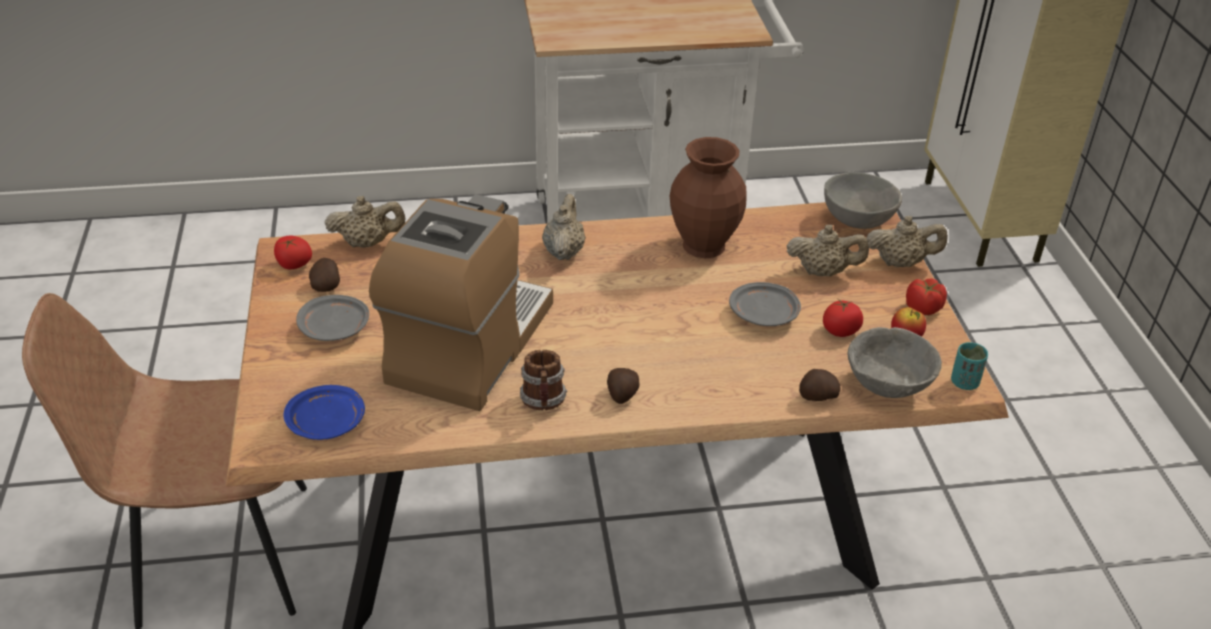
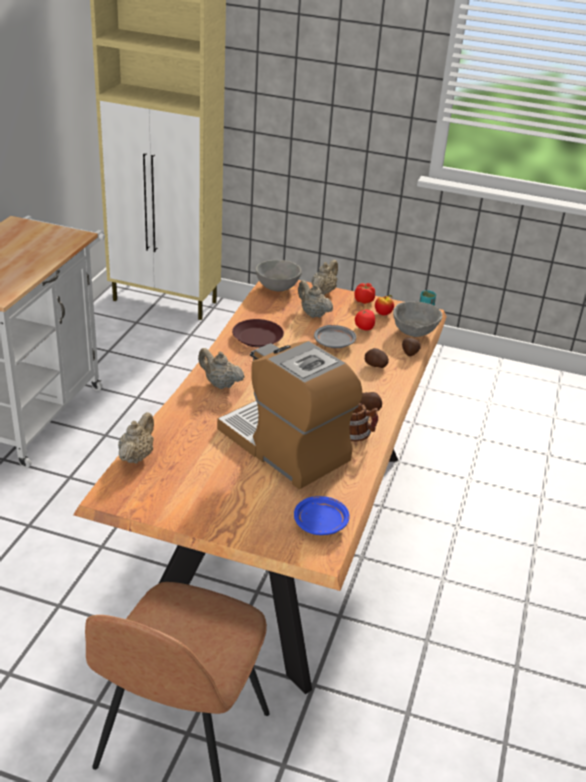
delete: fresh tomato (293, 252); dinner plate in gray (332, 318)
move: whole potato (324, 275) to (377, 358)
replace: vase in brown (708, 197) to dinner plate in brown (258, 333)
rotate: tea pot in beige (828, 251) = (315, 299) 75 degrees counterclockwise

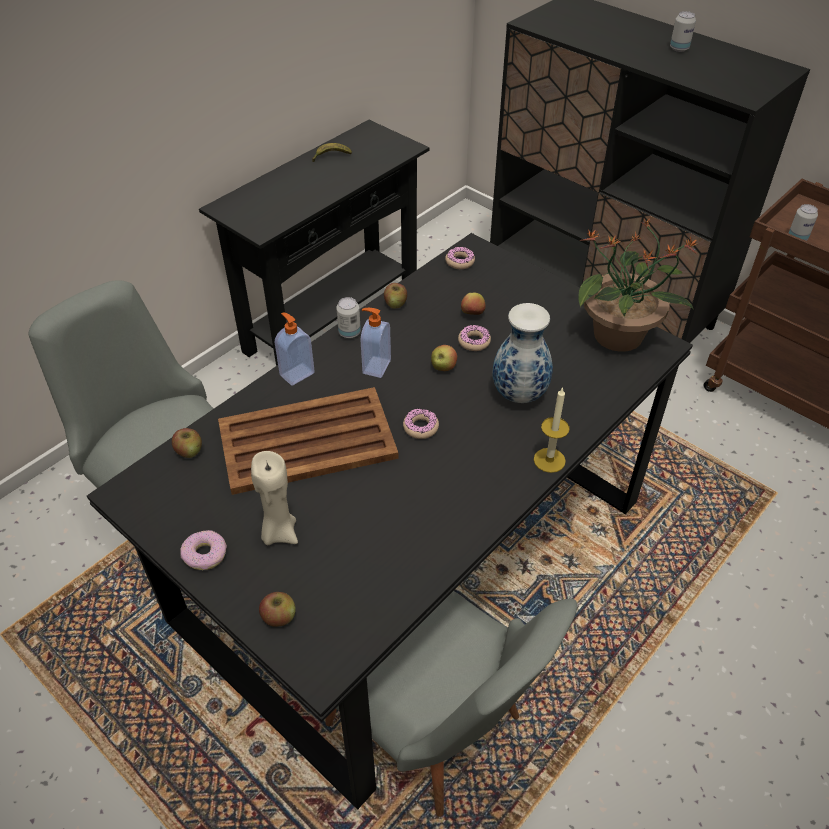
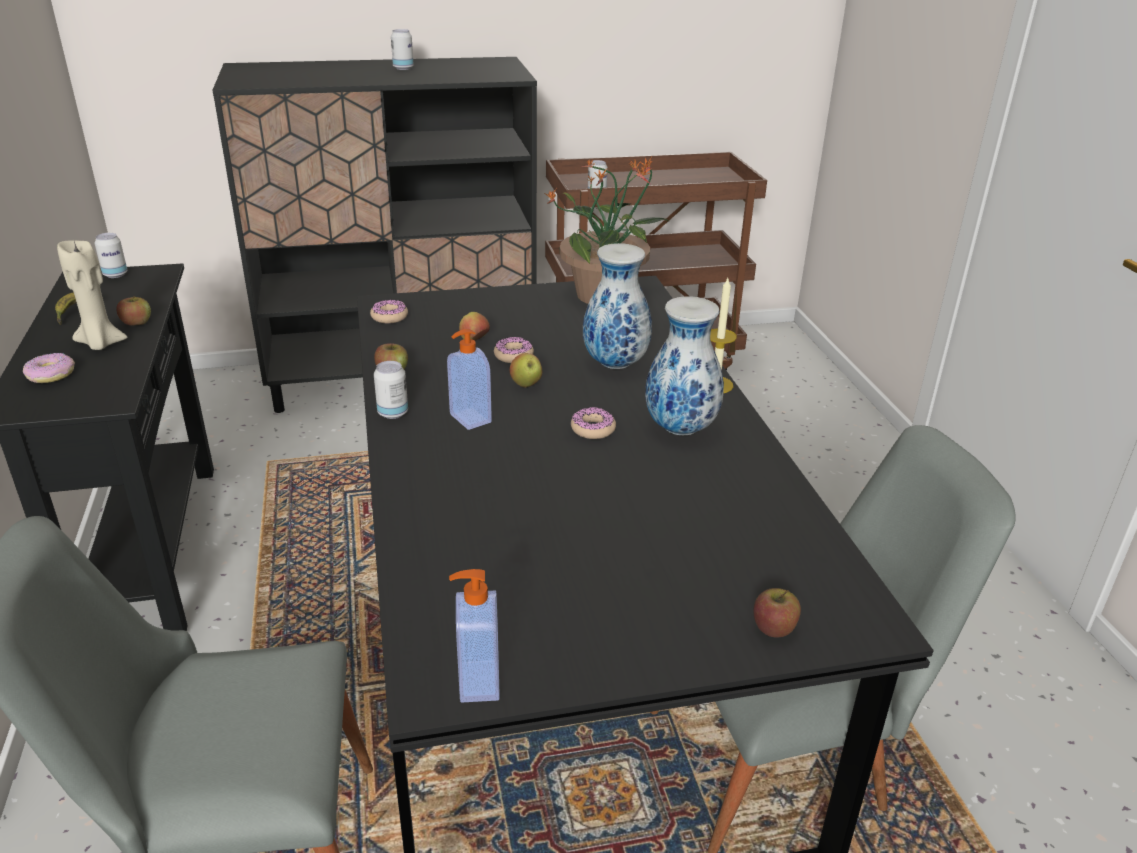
delete: tray in brown (308, 441)
insert: sealed can (111, 255); vase (684, 365)
move: soap dispenser (295, 349) to (474, 636); whole apple (187, 443) to (133, 311); candle in beige (274, 498) to (92, 295); ring doughnut (203, 550) to (49, 368)

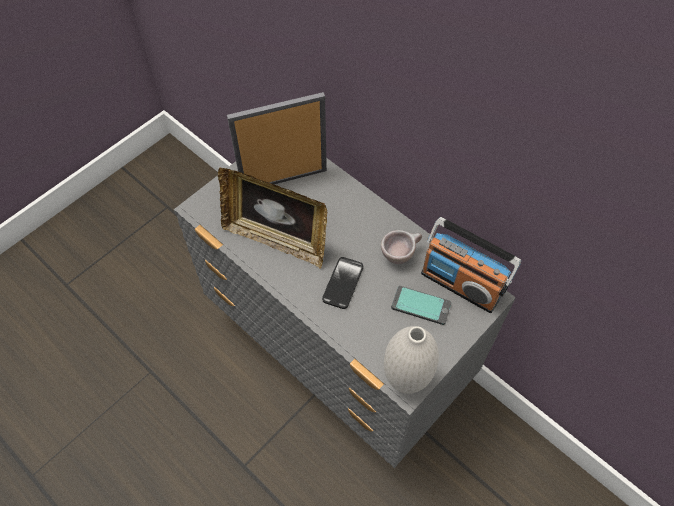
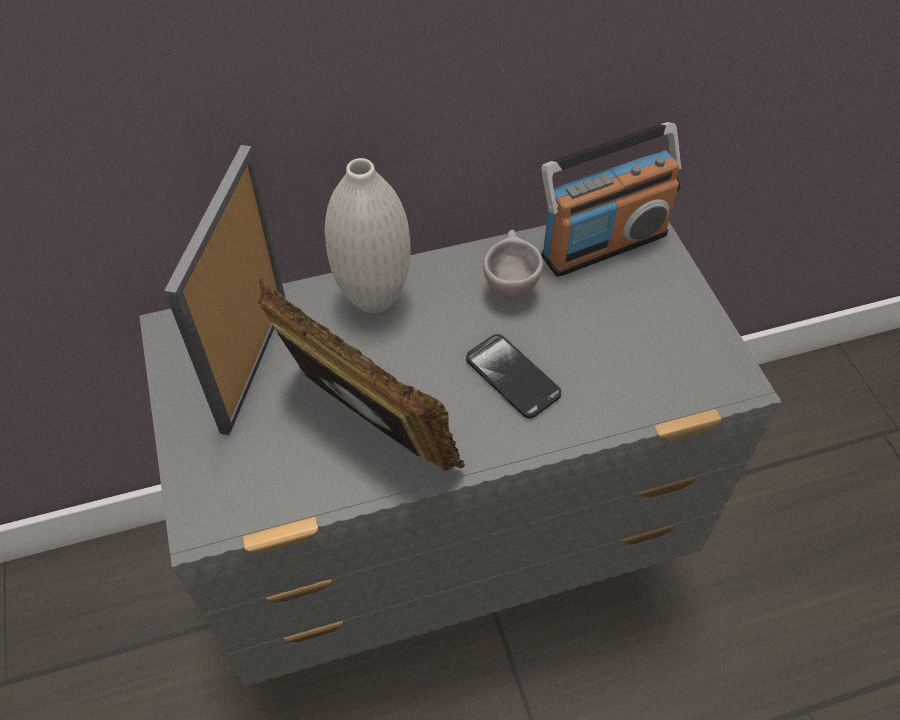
delete: telephone (421, 305)
move: vase in white-coloured (411, 360) to (368, 235)
rotate: picture frame (272, 218) = (361, 374) 105 degrees counterclockwise

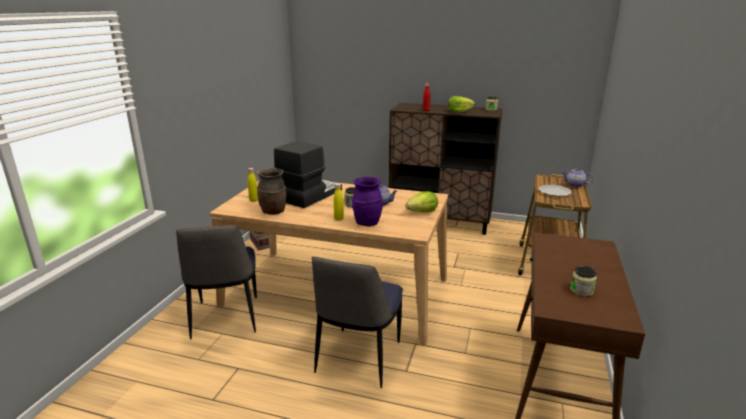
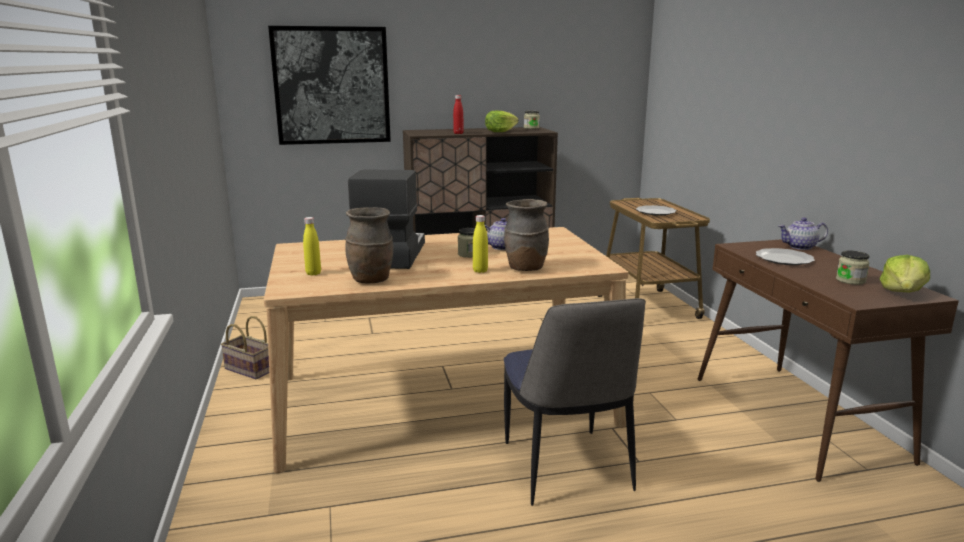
delete: plain chair (216, 282)
insert: wall art (329, 85); dinner plate (785, 256)
move: tea pot (577, 177) to (803, 233); lettuce head (421, 202) to (904, 274)
recolor: vase in purple (367, 201) to vase in brown (526, 235)

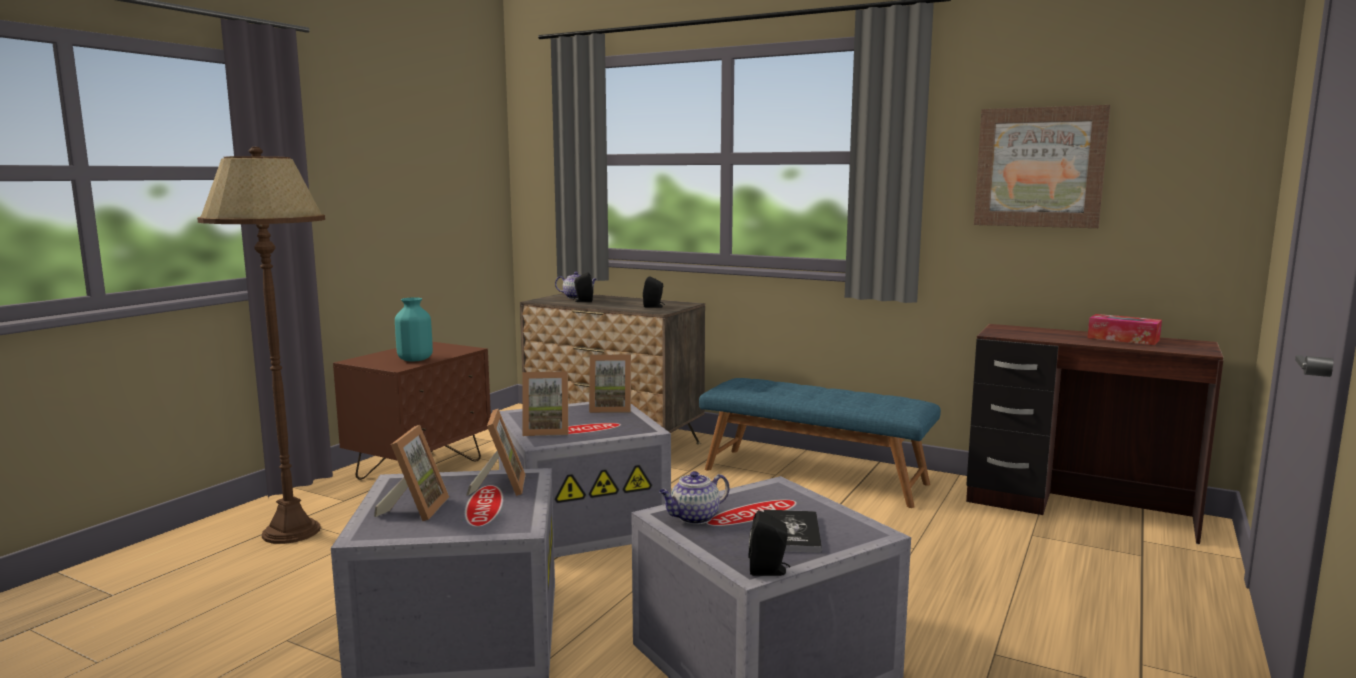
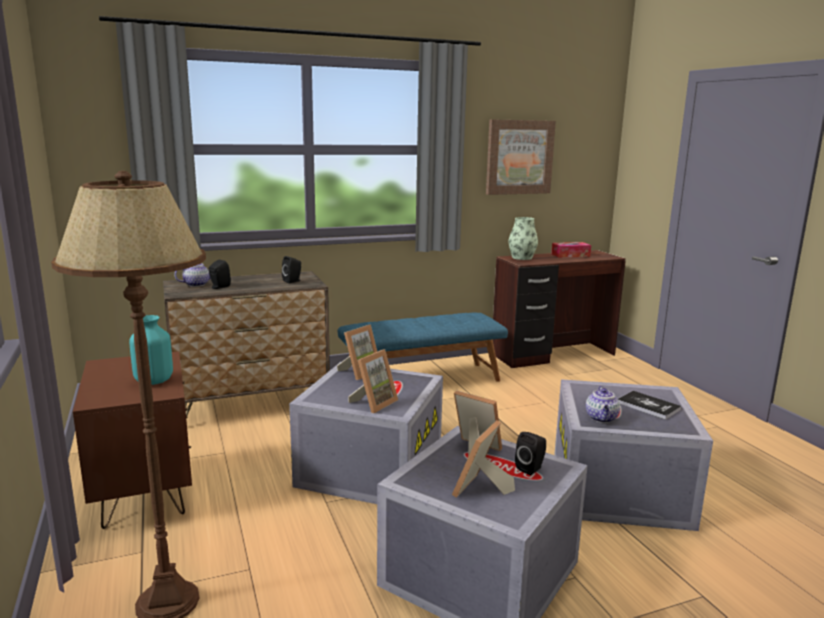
insert: vase (523, 238)
move: speaker in black (769, 543) to (530, 453)
rotate: picture frame (411, 473) = (483, 459) 105 degrees counterclockwise

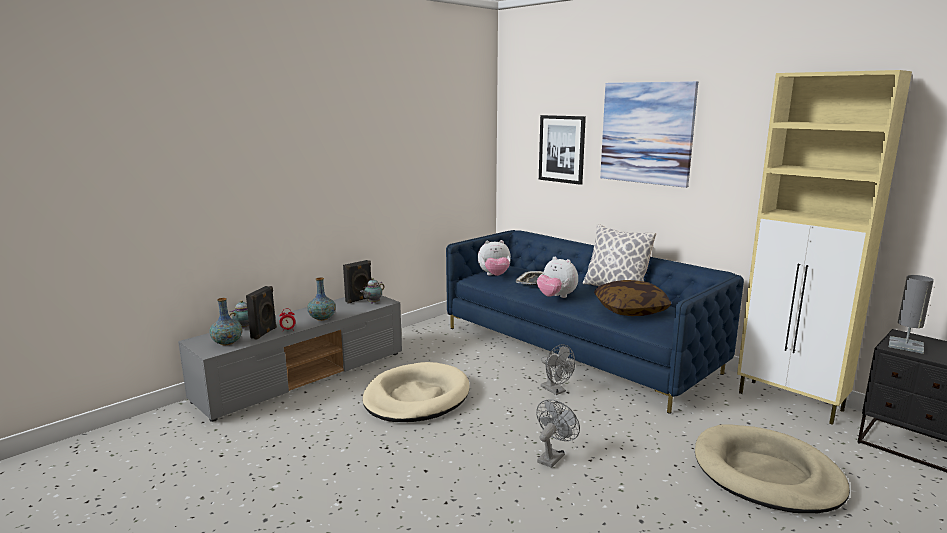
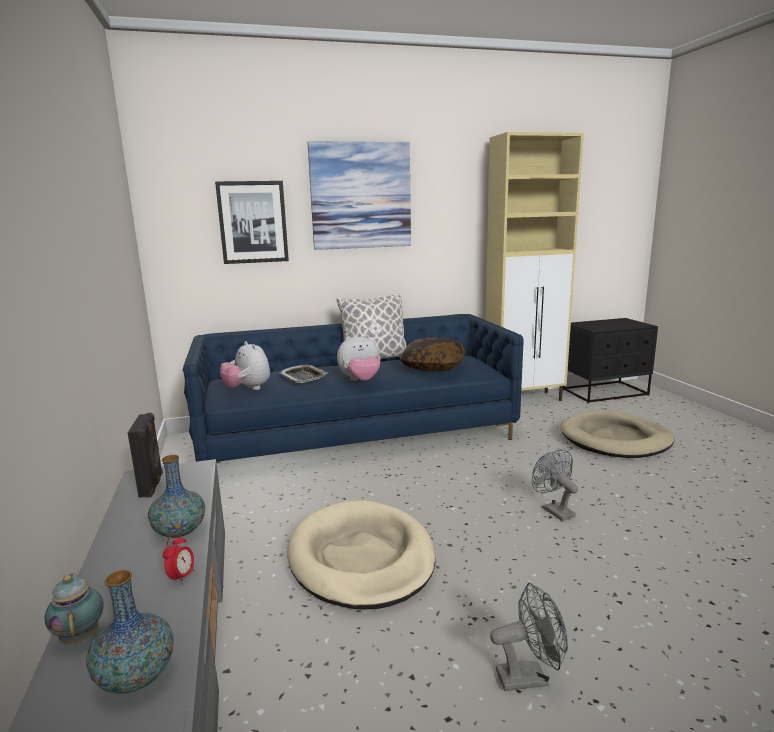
delete: table lamp in gray (911, 314); tea pot (372, 291); speaker in black (261, 313)
move: fan in gray (558, 369) to (529, 637)
rotate: cuddly toy (494, 258) = (245, 365) 120 degrees clockwise

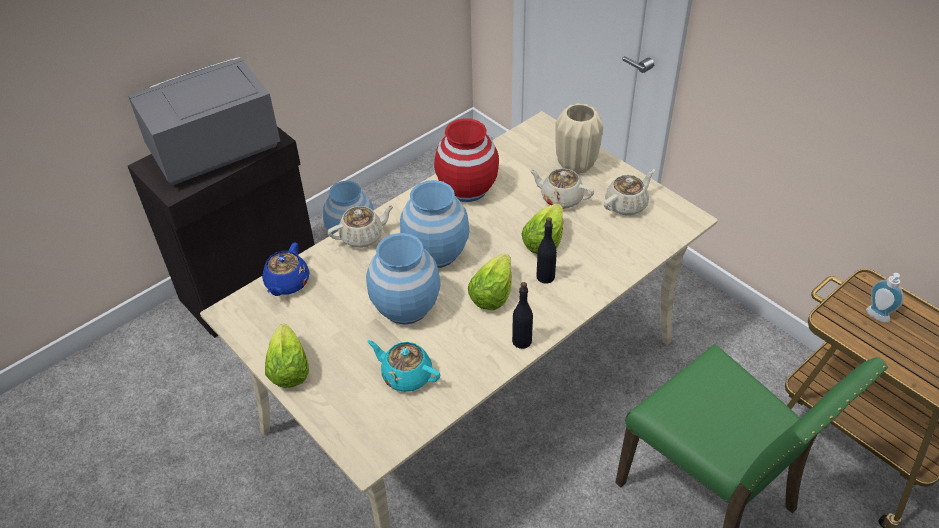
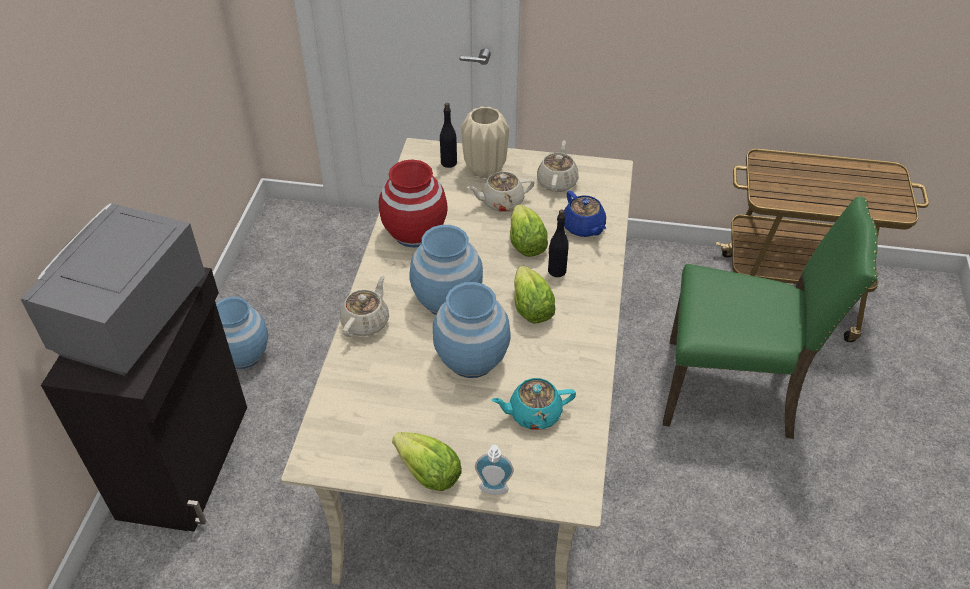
move: tea pot in bluish (286, 269) to (585, 214); soap dispenser (885, 298) to (494, 470); drink bottle in black (522, 315) to (448, 135)

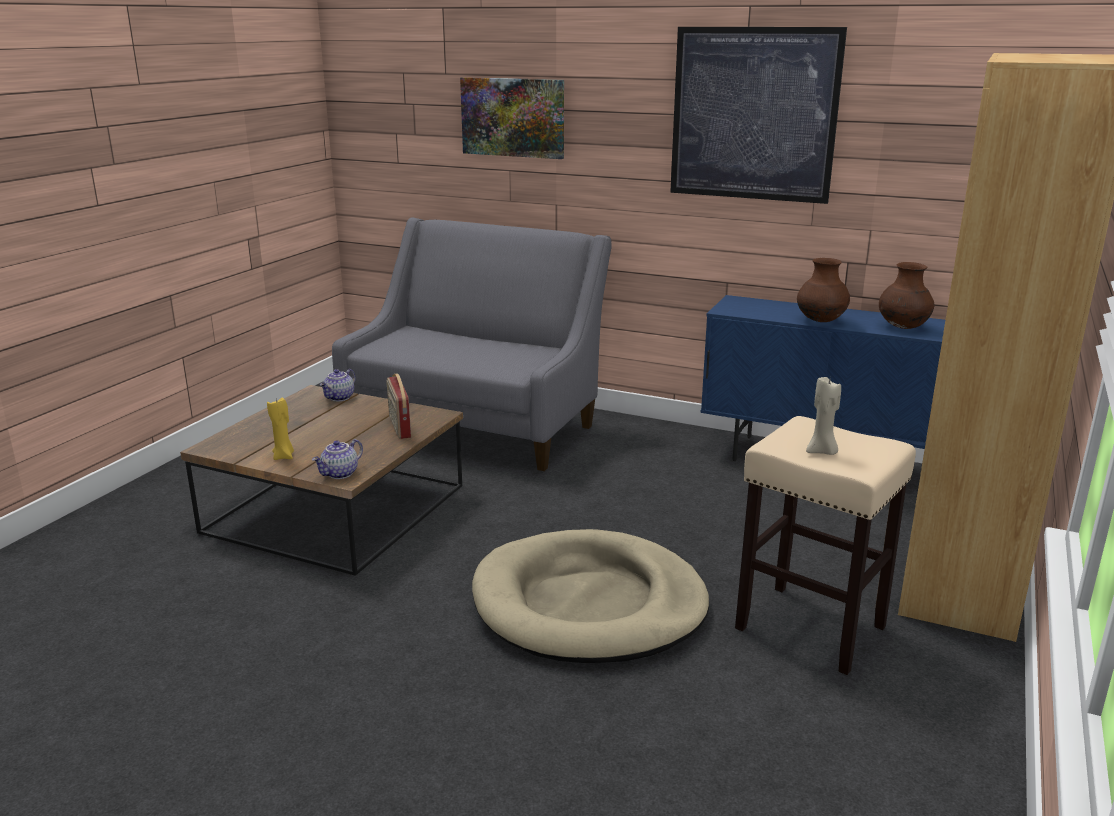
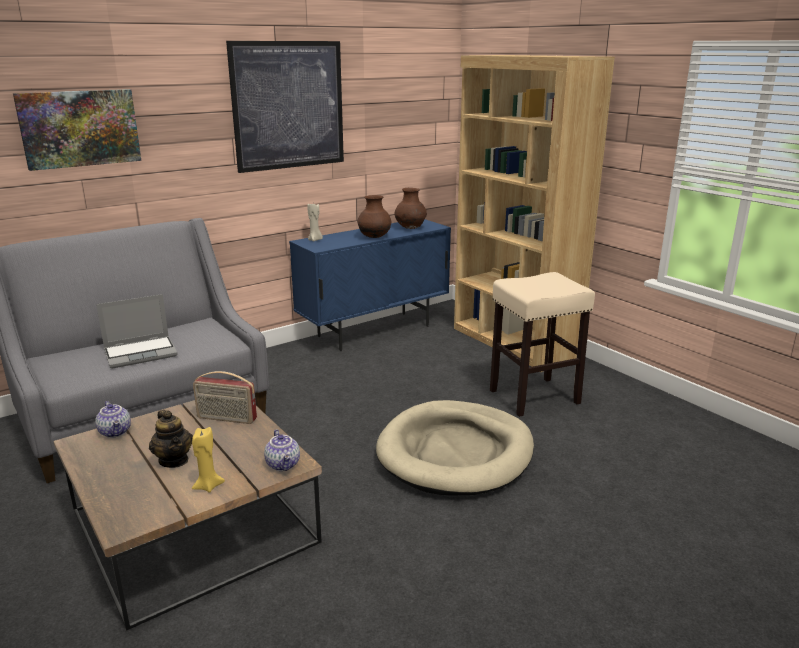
insert: laptop (137, 331); tea pot (171, 439)
move: candle in beige (823, 416) to (315, 222)

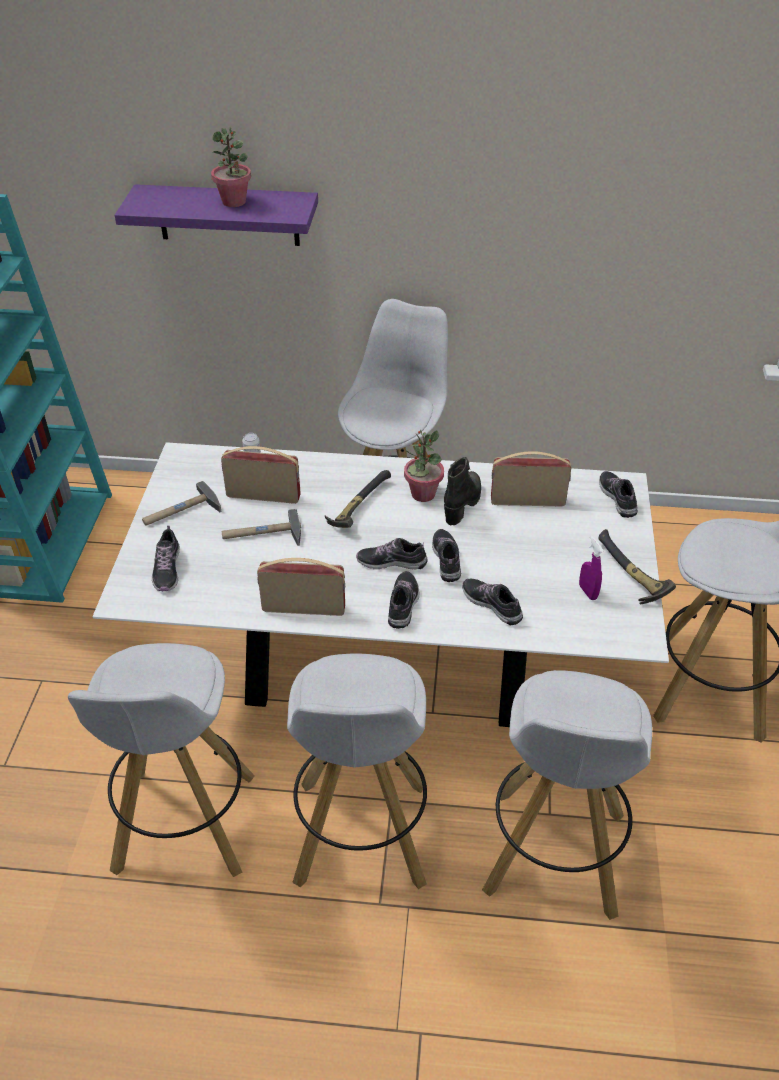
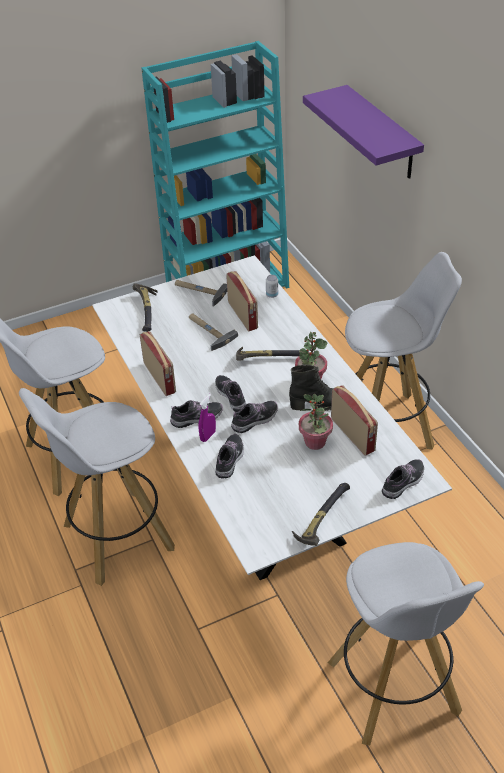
delete: stool in white-coloured (567, 795)
move: potted plant (231, 167) to (316, 422); sprayer in purple (591, 568) to (207, 418)
replace: shoe (166, 558) to hammer (145, 307)

